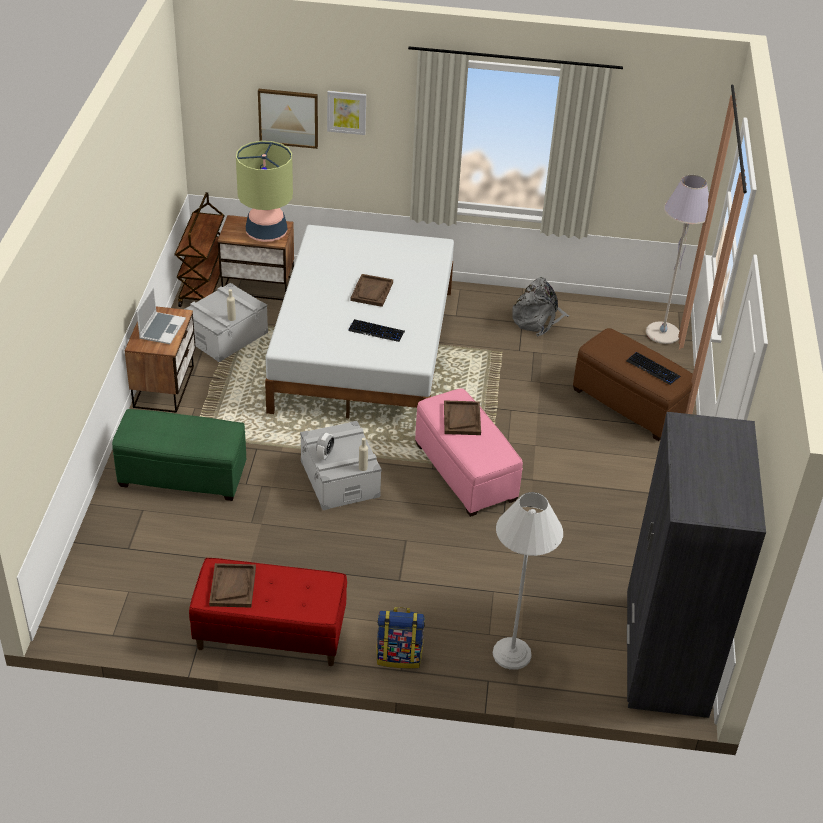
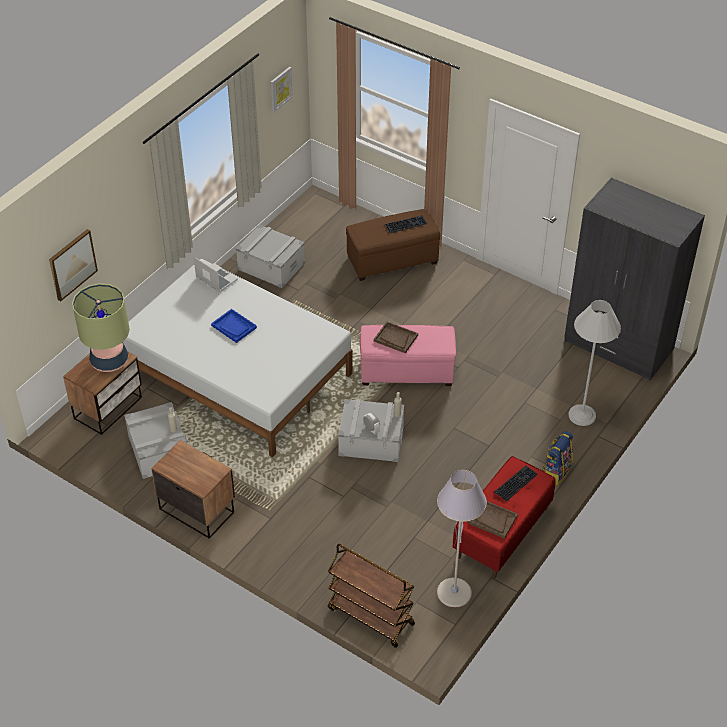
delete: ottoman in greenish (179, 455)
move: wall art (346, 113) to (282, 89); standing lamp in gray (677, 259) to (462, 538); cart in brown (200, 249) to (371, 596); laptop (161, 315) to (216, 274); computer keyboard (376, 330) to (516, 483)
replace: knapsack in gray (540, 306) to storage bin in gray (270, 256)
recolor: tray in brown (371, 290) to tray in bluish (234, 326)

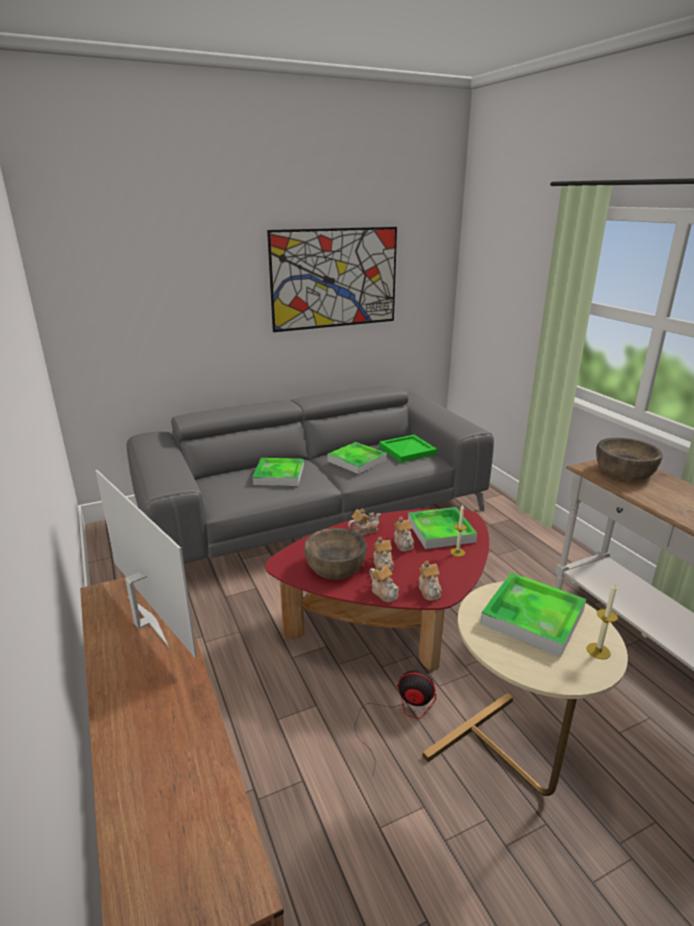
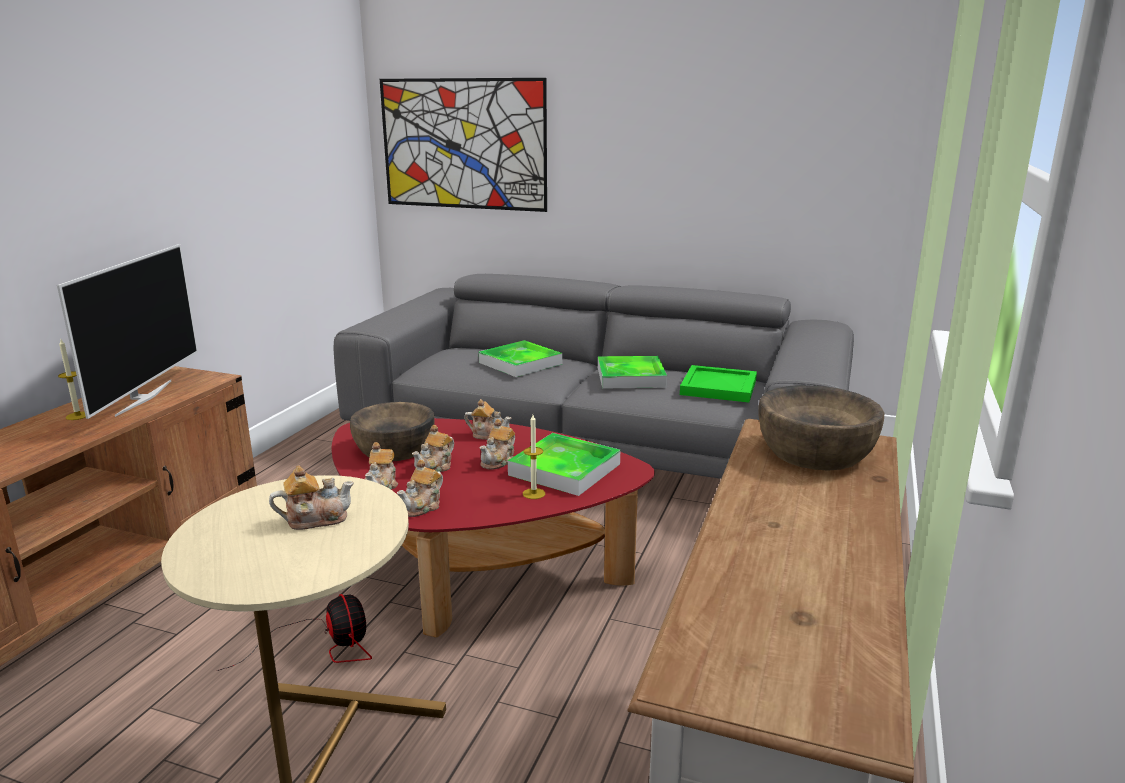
move: wall art (332, 279) to (463, 145); candle (602, 621) to (72, 379)
replace: tray (533, 615) to tea pot (311, 498)

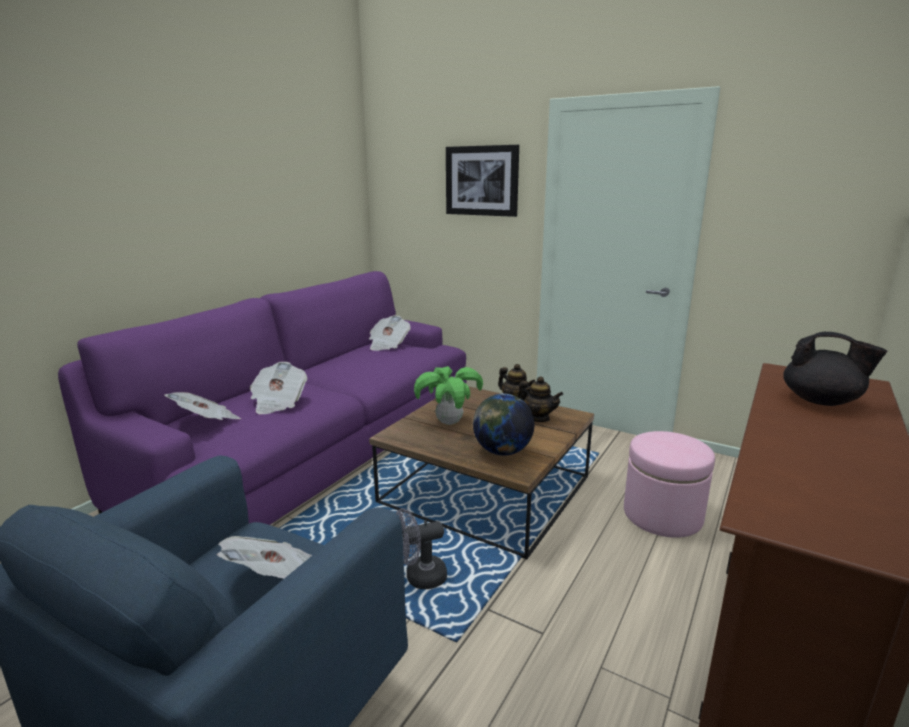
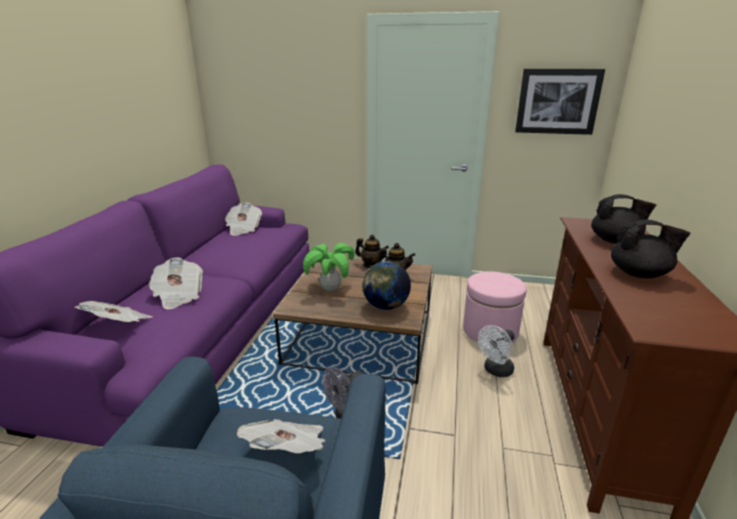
insert: tea pot in black (650, 249); fan in white-coloured (496, 351)
move: wall art (482, 181) to (560, 102)

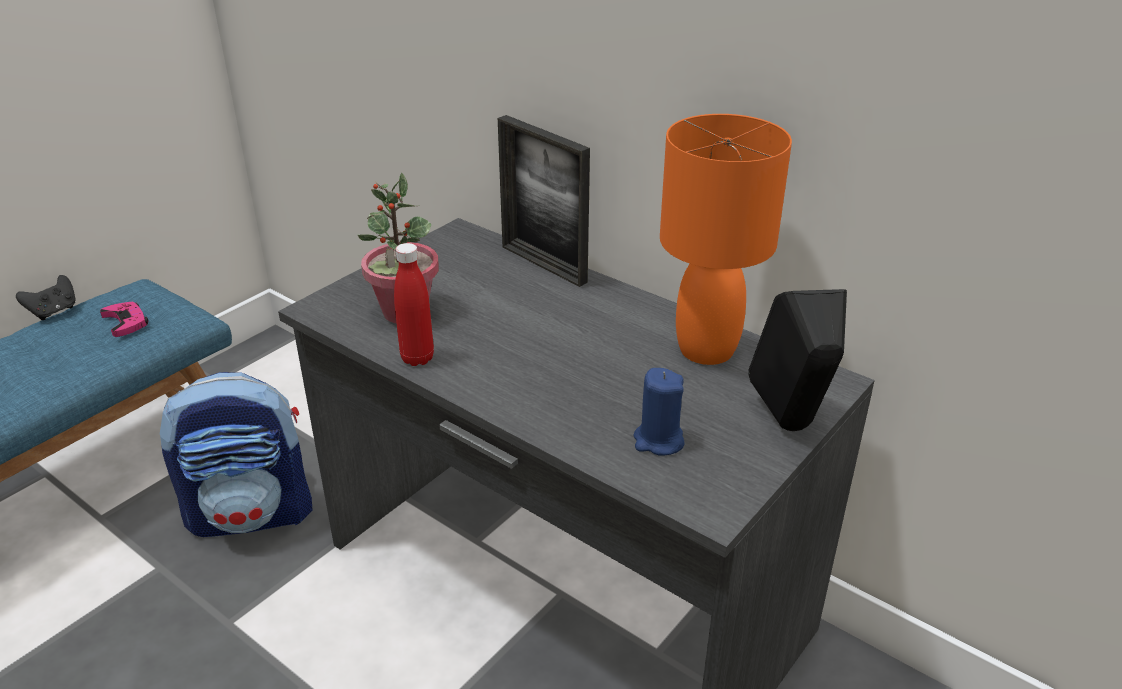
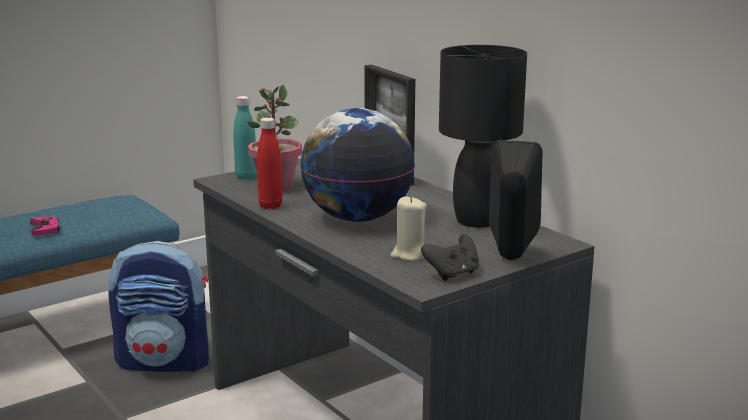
insert: drink bottle in turquoise-coloured (245, 138); globe (357, 165)
move: game controller in black (46, 297) to (450, 257); game controller in pinkish (124, 319) to (45, 226)
recolor: table lamp in orange (726, 239) to table lamp in black (483, 136); candle in bluish (659, 411) to candle in beige (408, 228)

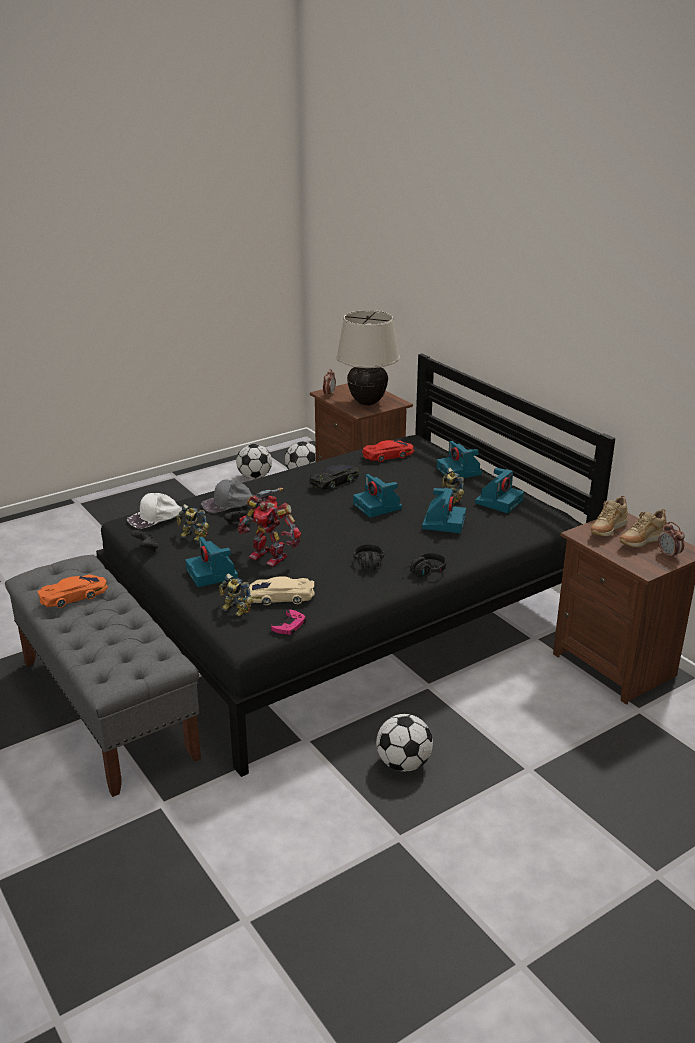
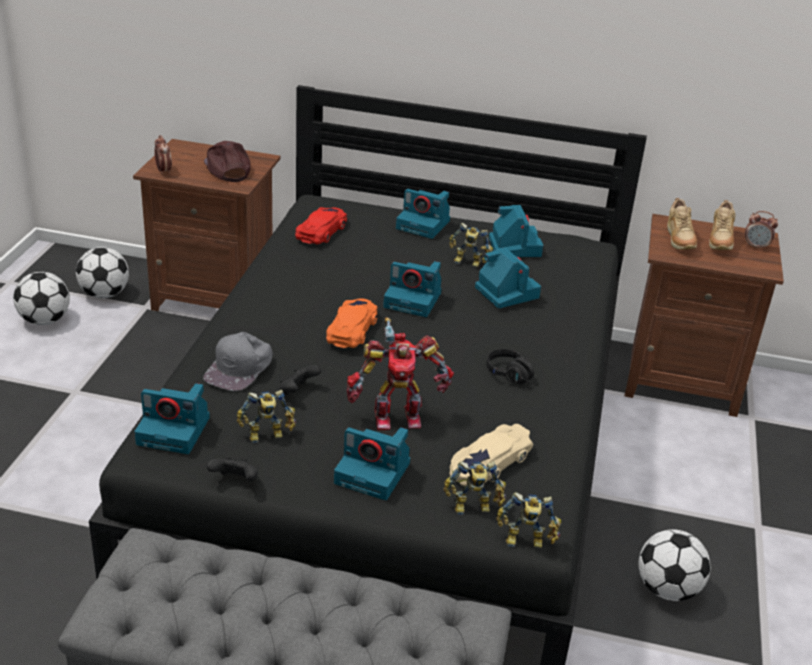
delete: model car in black (334, 477); headphones in black (423, 565); game controller in pinkish (288, 622)
insert: toy robot (529, 520)
move: model car in orange (73, 591) to (352, 323)
replace: table lamp in beige (368, 358) to peaked cap in brown (227, 161); peaked cap in white-coloured (154, 511) to still camera (172, 418)

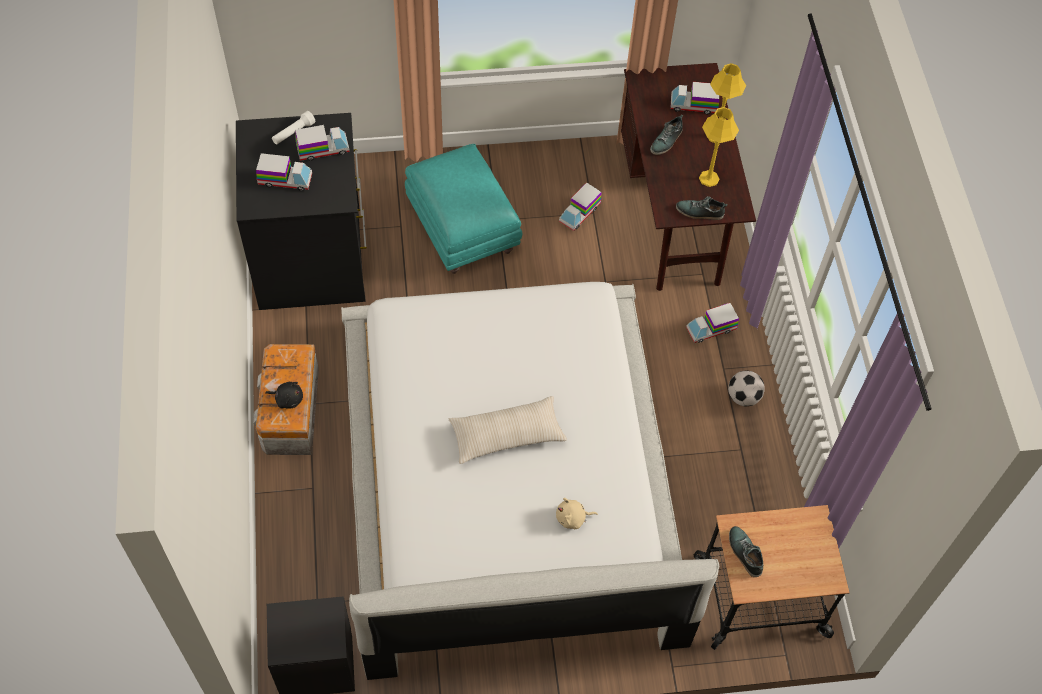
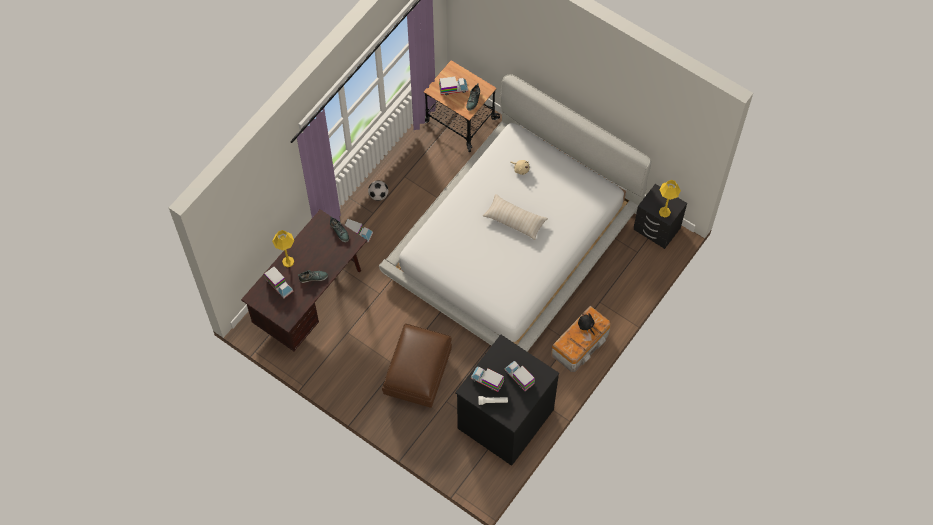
move: table lamp in yellowish (719, 147) to (670, 198); model truck (580, 206) to (453, 86)
recolor: ottoman in turquoise-coloured (463, 209) to ottoman in brown (417, 366)

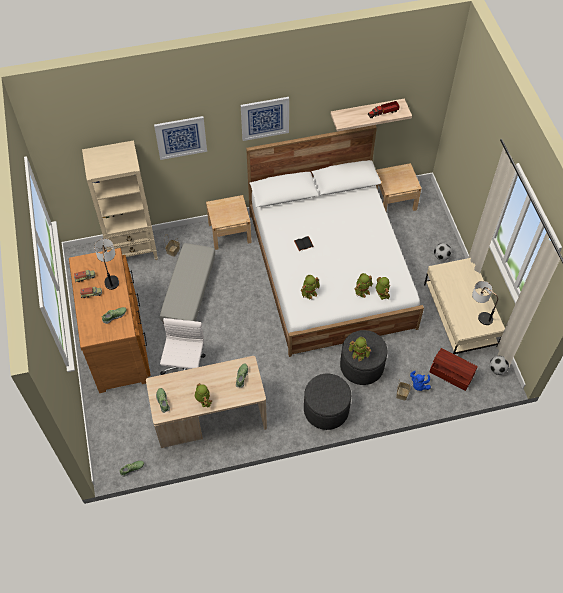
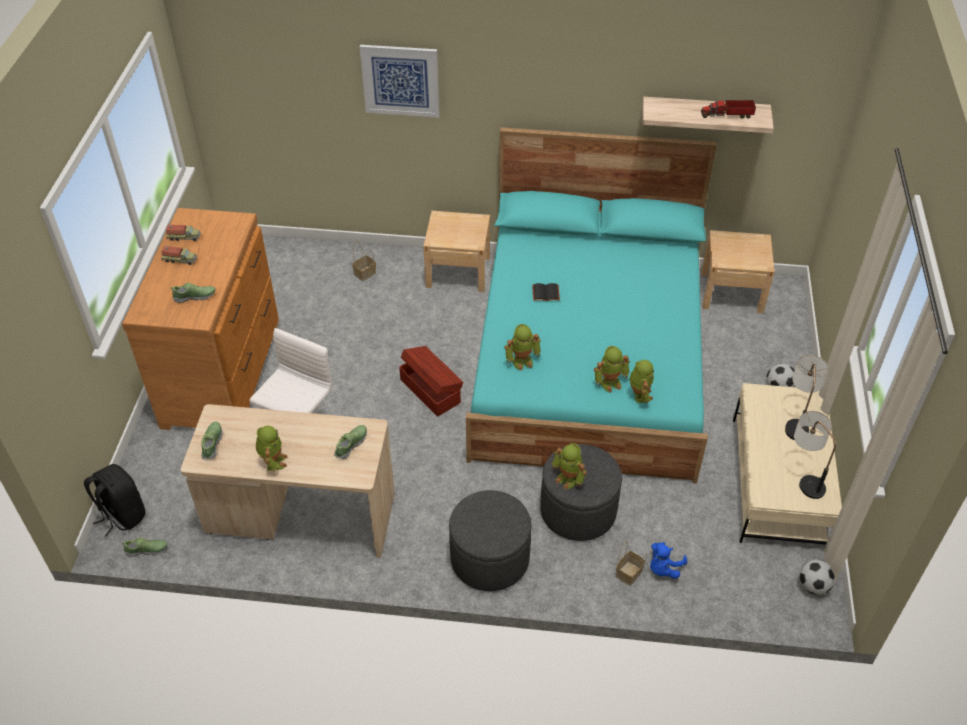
delete: wall art (265, 119); shelving unit in beige (120, 200); ottoman in gray (187, 283)
insert: knapsack in black (115, 500)
move: table lamp (106, 264) to (807, 397); storage bin in brown (454, 369) to (431, 381)
recolor: bedroom bed in white-coloured (335, 241) to bedroom bed in turquoise-coloured (591, 305)

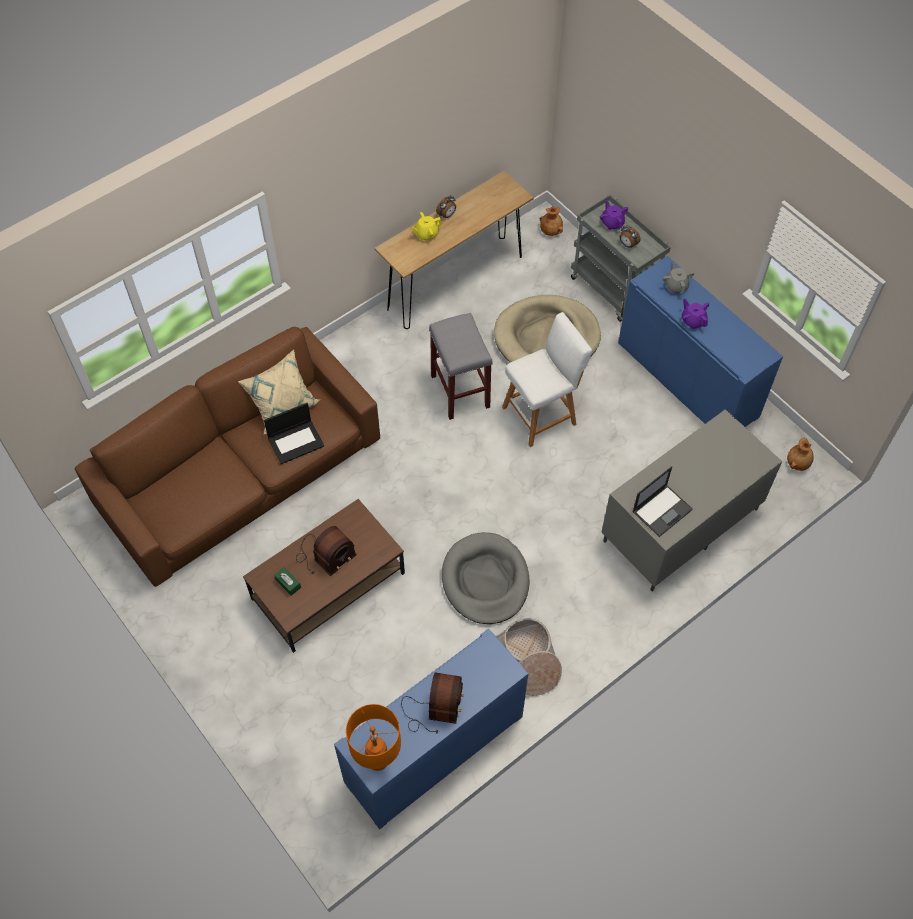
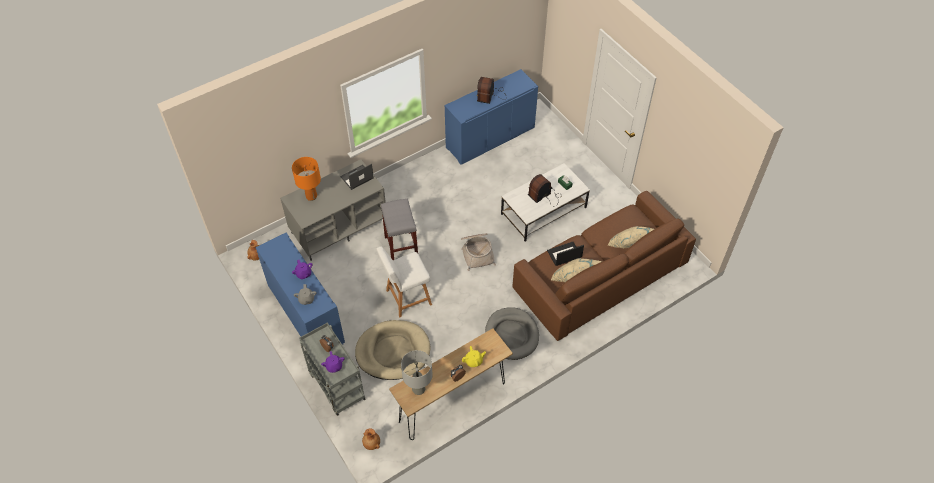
insert: cushion in beige (631, 237); table lamp in gray (417, 372)
move: stool in gray (461, 366) to (399, 229); dog bed in gray (485, 578) to (512, 333); household basket (529, 657) to (478, 252); table lamp in orange (373, 737) to (306, 179)
recolor: low table in brown (324, 576) to low table in white-coloured (545, 202)

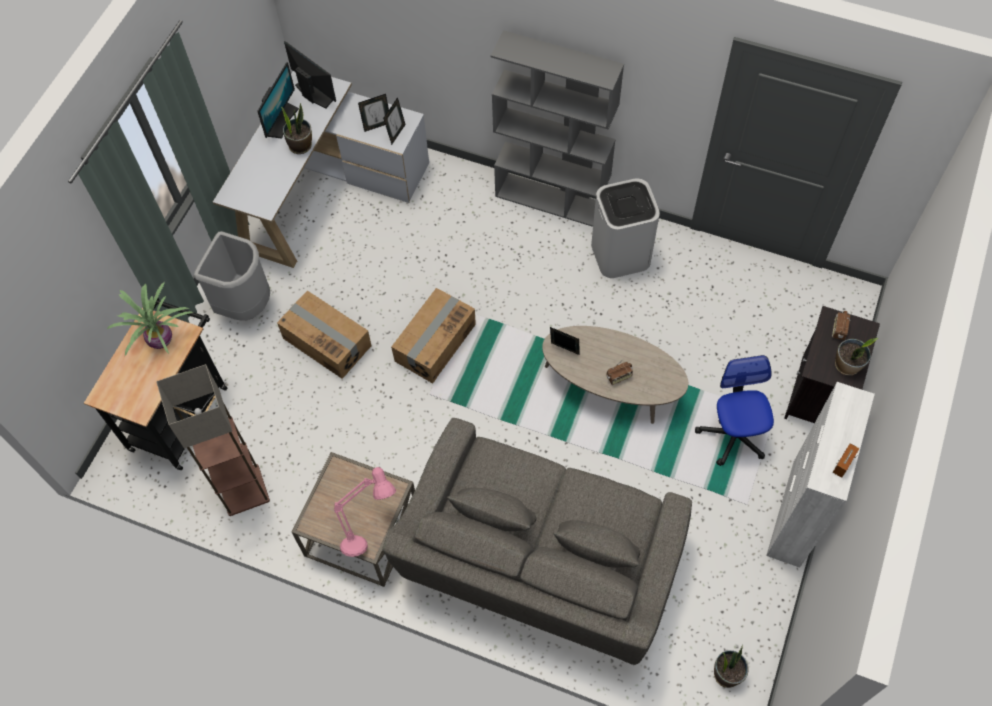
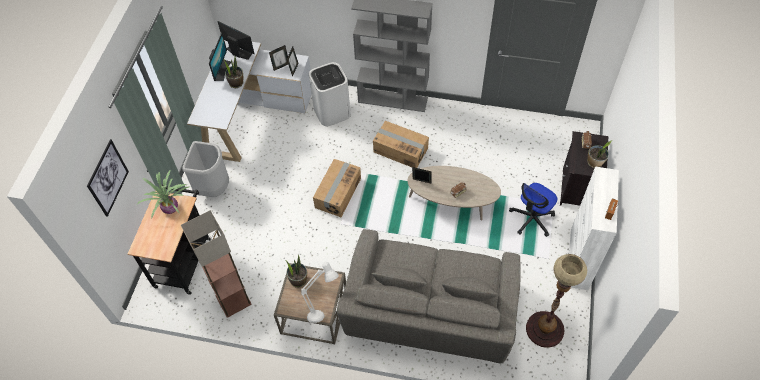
insert: wall art (108, 178); standing lamp (556, 301)
move: waste bin in white-coloured (625, 228) to (330, 94); packing box (324, 335) to (401, 144); potted plant (731, 666) to (296, 271)
recolor: table lamp in pinkish (365, 512) to table lamp in gray (320, 292)
rotate: office chair (734, 410) = (533, 210) 120 degrees counterclockwise

